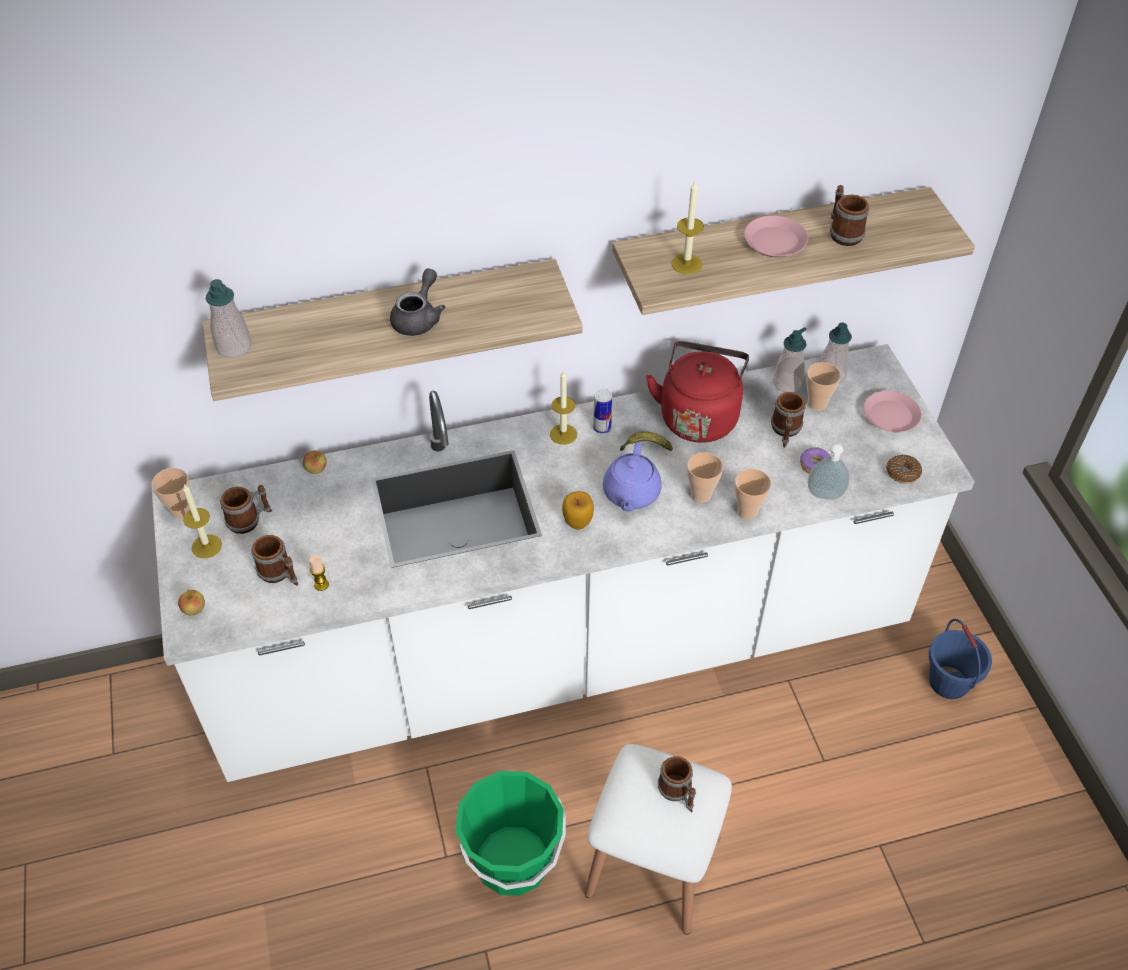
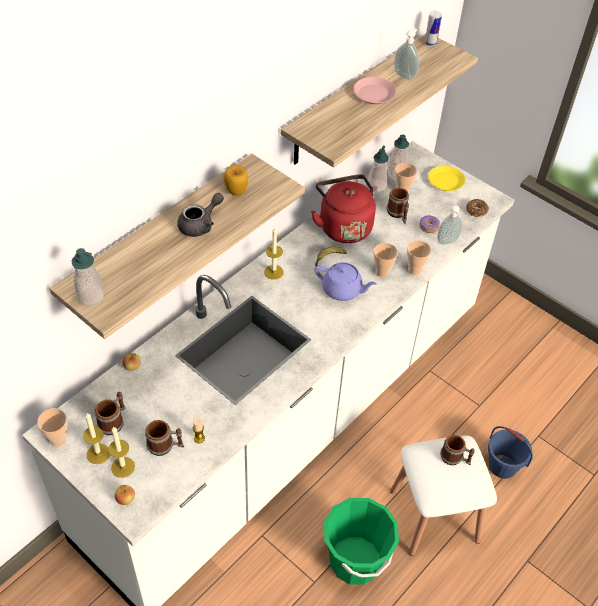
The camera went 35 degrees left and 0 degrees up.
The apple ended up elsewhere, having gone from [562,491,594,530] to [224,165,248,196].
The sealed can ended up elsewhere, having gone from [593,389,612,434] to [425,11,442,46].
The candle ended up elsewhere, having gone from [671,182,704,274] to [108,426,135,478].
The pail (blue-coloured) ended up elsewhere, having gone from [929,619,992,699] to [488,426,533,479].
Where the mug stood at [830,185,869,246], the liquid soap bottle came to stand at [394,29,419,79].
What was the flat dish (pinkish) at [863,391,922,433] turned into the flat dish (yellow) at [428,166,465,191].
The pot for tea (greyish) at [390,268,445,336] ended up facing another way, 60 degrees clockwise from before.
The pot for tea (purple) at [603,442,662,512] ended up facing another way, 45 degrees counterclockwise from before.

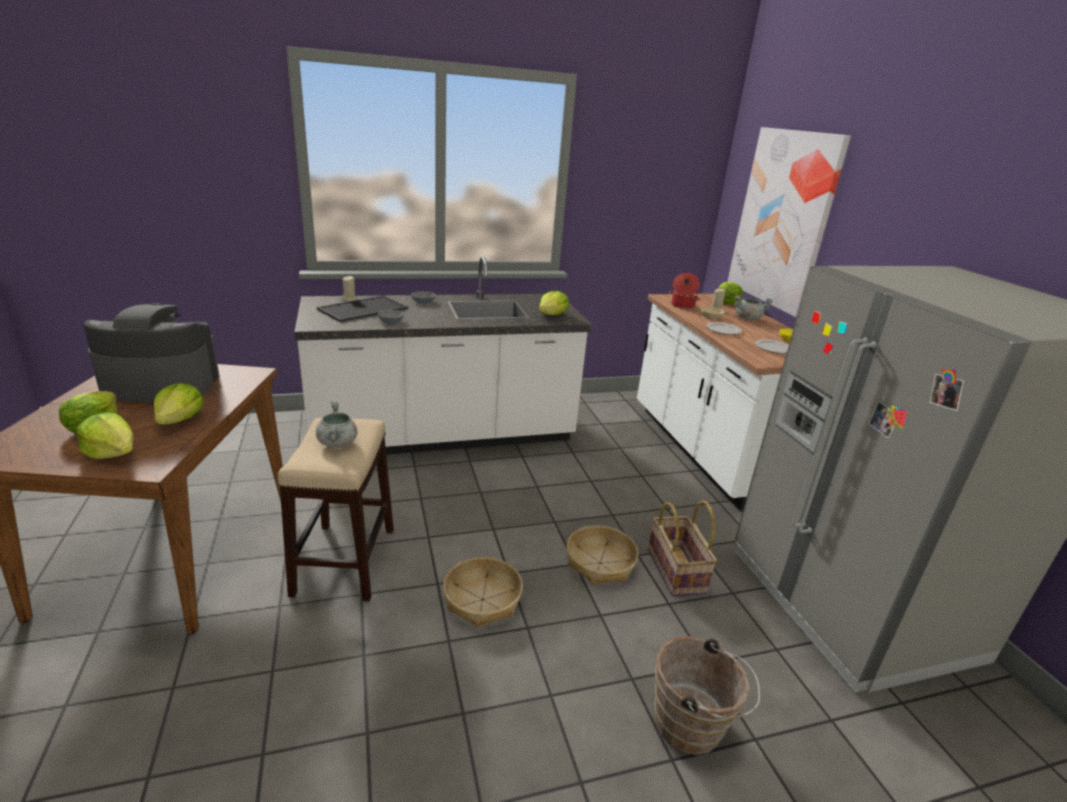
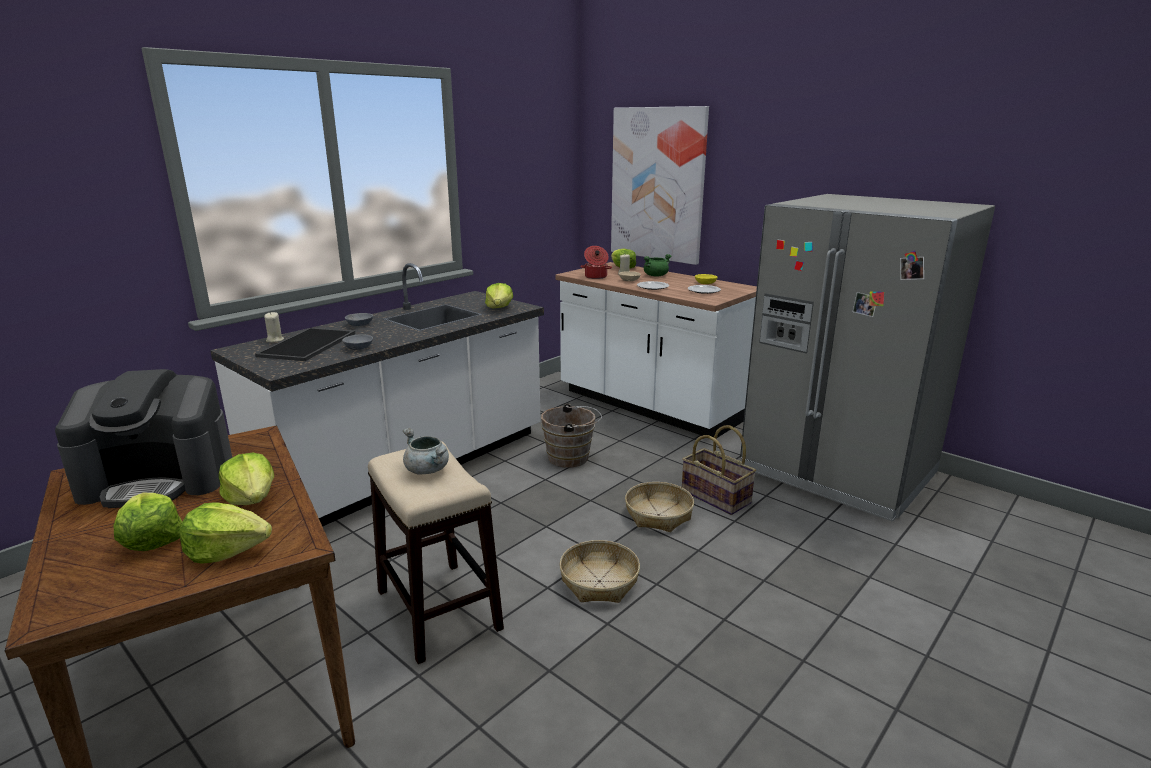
The camera went 30 degrees left and 5 degrees down.
The pail (brown-coloured) ended up elsewhere, having gone from [655,636,760,755] to [541,403,602,468].
What was the stockpot (greyish) at [734,296,773,321] turned into the stockpot (greenish) at [644,254,671,276].
The coffee machine at [84,303,219,403] ended up facing another way, 150 degrees counterclockwise from before.

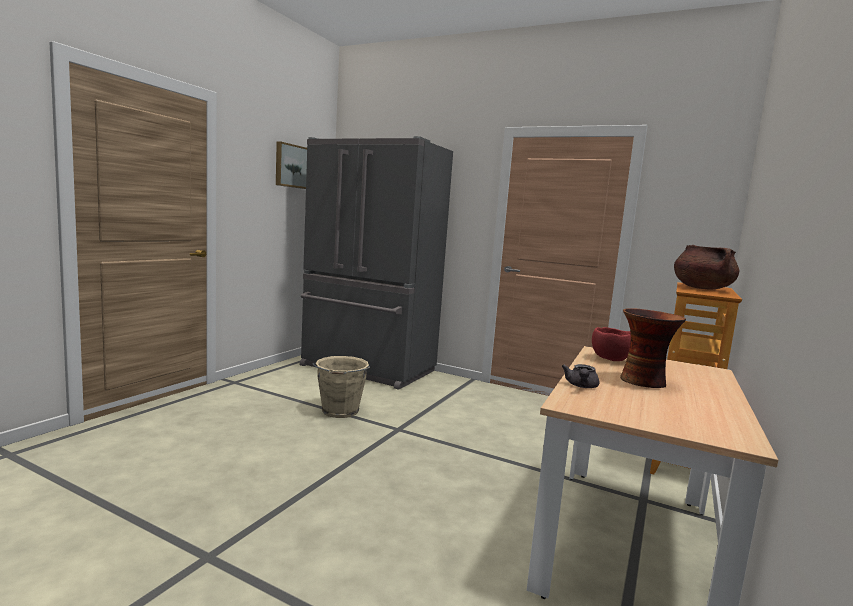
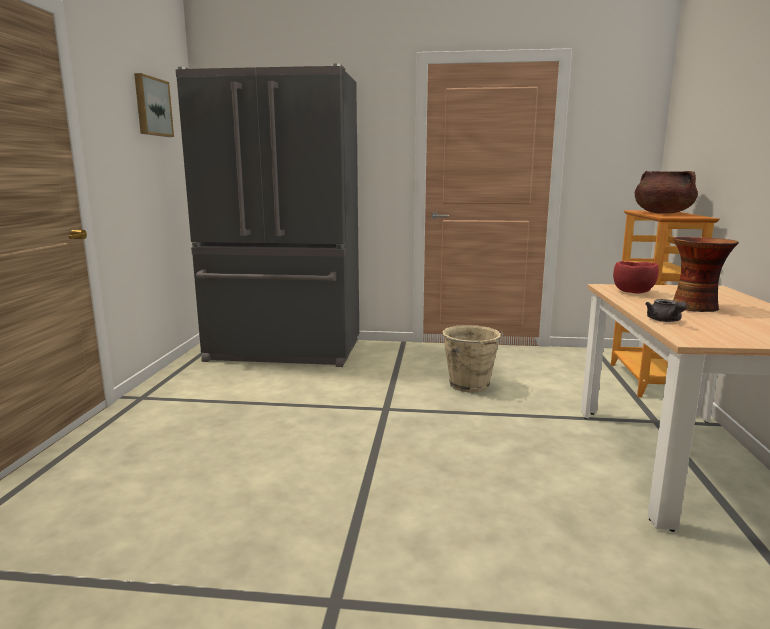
The camera went 20 degrees left and 5 degrees up.
The pail (beige-coloured) ended up elsewhere, having gone from [312,356,370,418] to [442,325,503,392].

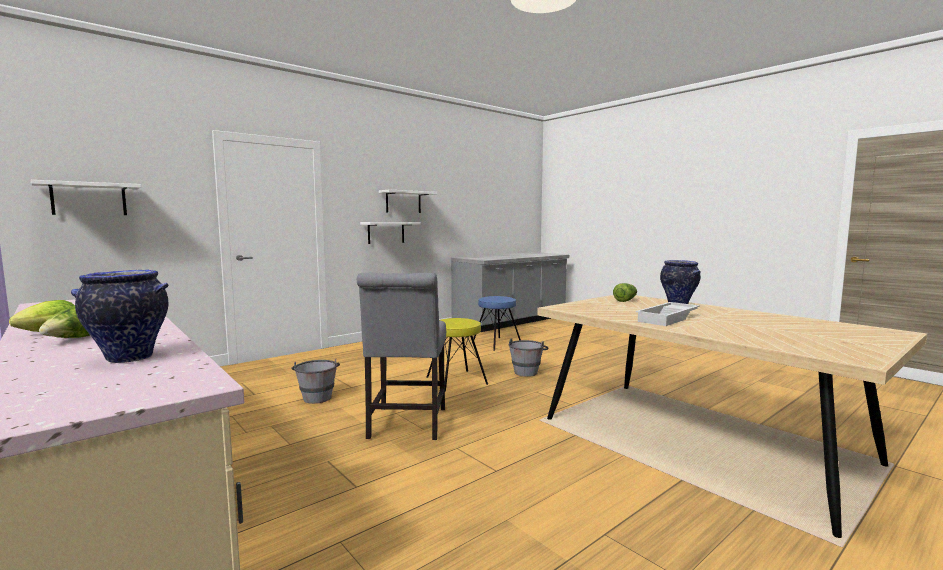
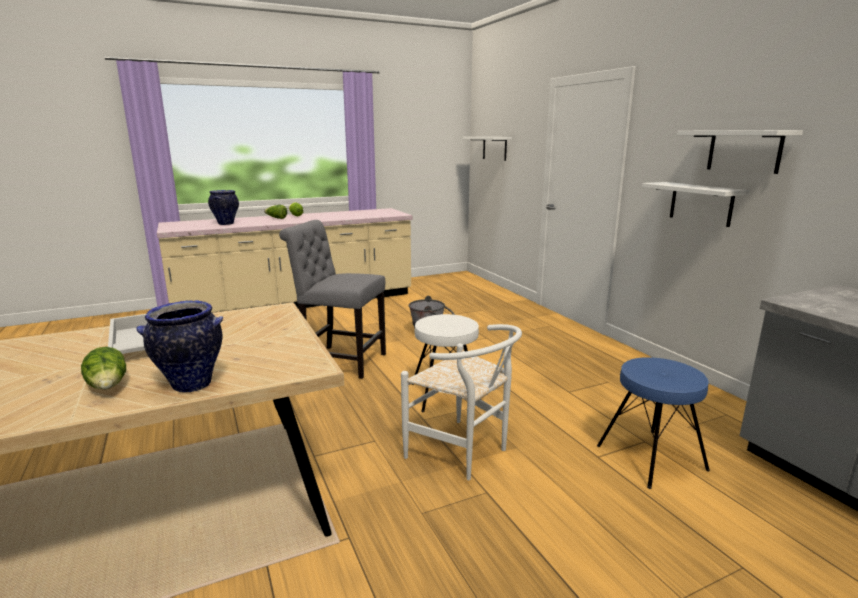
The camera went 105 degrees right and 10 degrees up.
The lettuce ended up elsewhere, having gone from [613,283,637,302] to [81,347,126,390].
Where the pail (greyish) stood at [509,338,549,377], the chair (whitish) came to stand at [401,324,522,480].
What was the stool seat (yellow) at [426,318,488,392] turned into the stool seat (whitish) at [412,314,481,412].

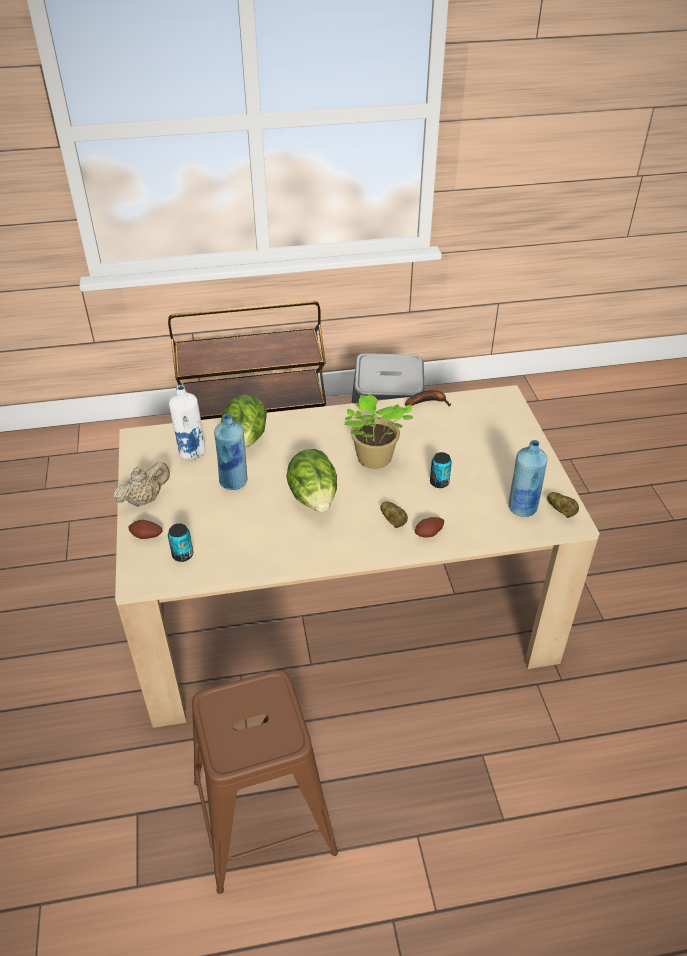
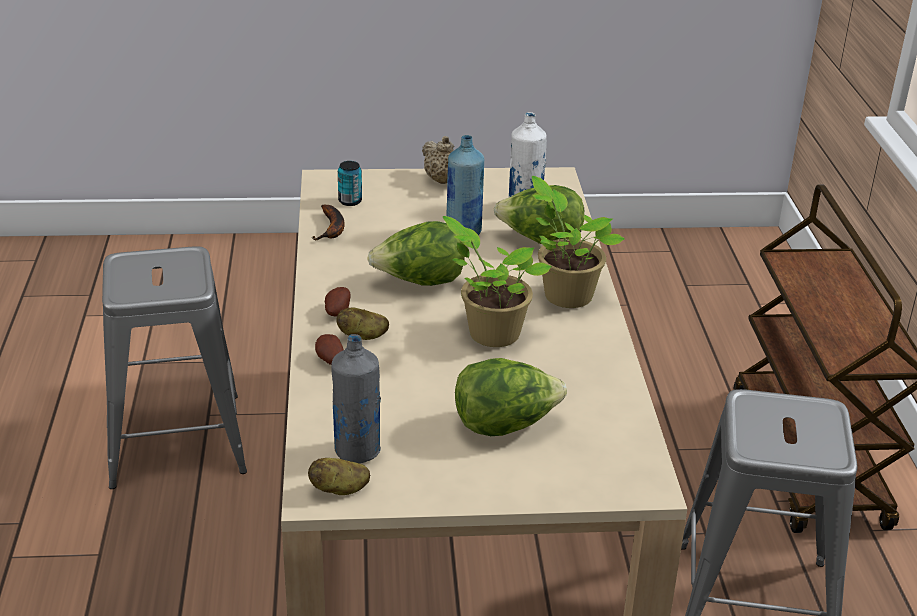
The camera went 95 degrees right and 10 degrees down.
The second view lost the sealed can at [430,452,452,488].
The second view gained the lettuce at [455,358,567,436].
The second view gained the plant in a pot at [532,176,625,308].
The potato ended up elsewhere, having gone from [128,520,163,539] to [325,287,351,316].
The banana ended up elsewhere, having gone from [405,390,451,406] to [312,205,345,240].
What was the stool seat (brown-coloured) at [192,670,338,894] turned into the stool seat (greyish) at [102,246,247,489].
What was the bottle (blue-coloured) at [509,440,548,517] turned into the bottle (greyish) at [331,334,381,463].

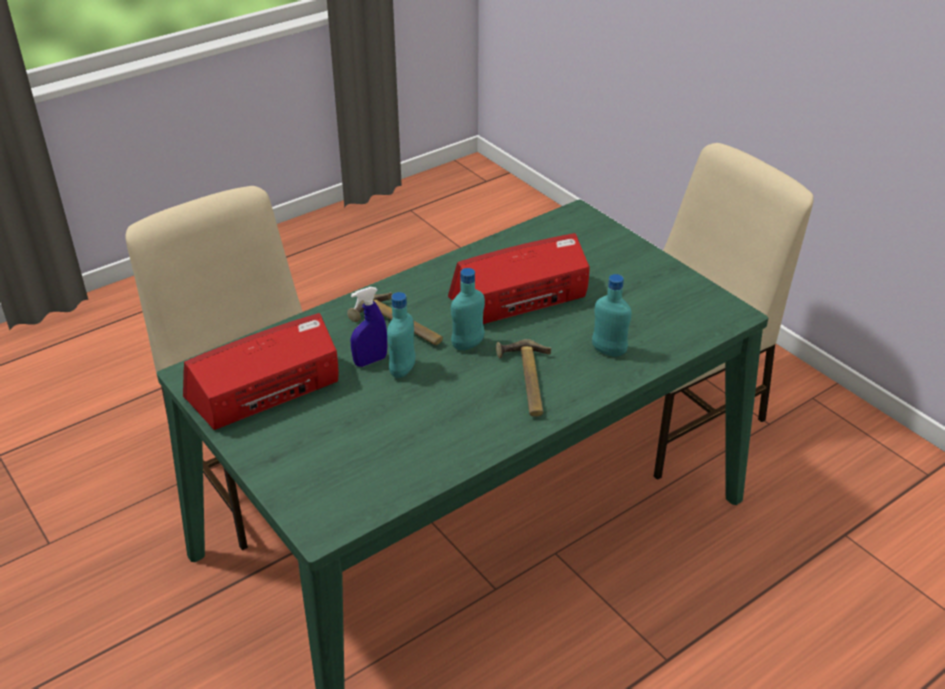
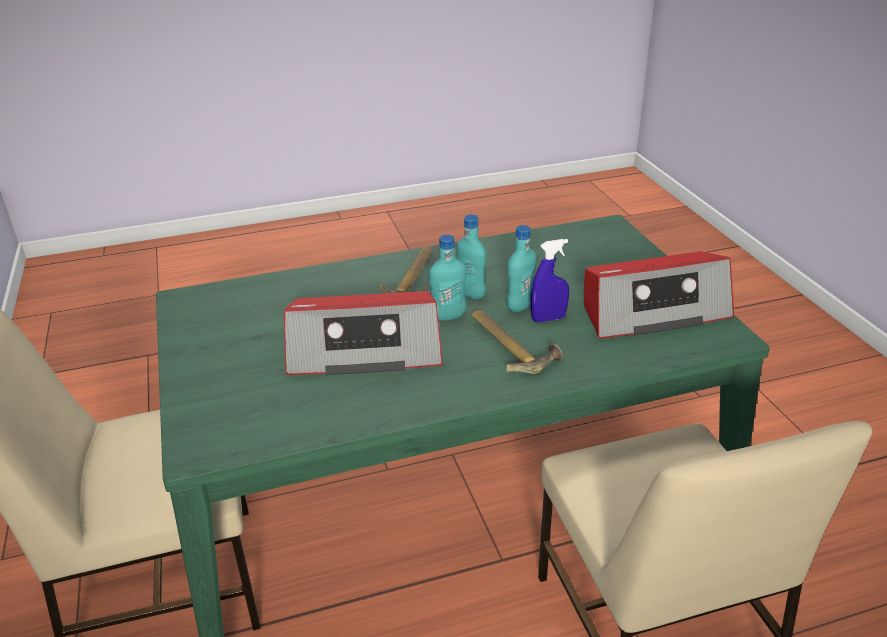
The camera went 160 degrees left and 5 degrees down.
The bottle (turquoise) ended up elsewhere, having gone from [592,274,631,357] to [456,214,486,300].

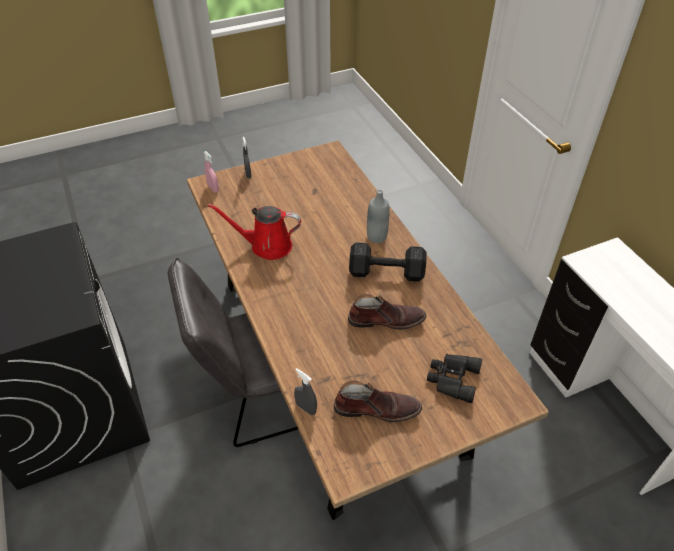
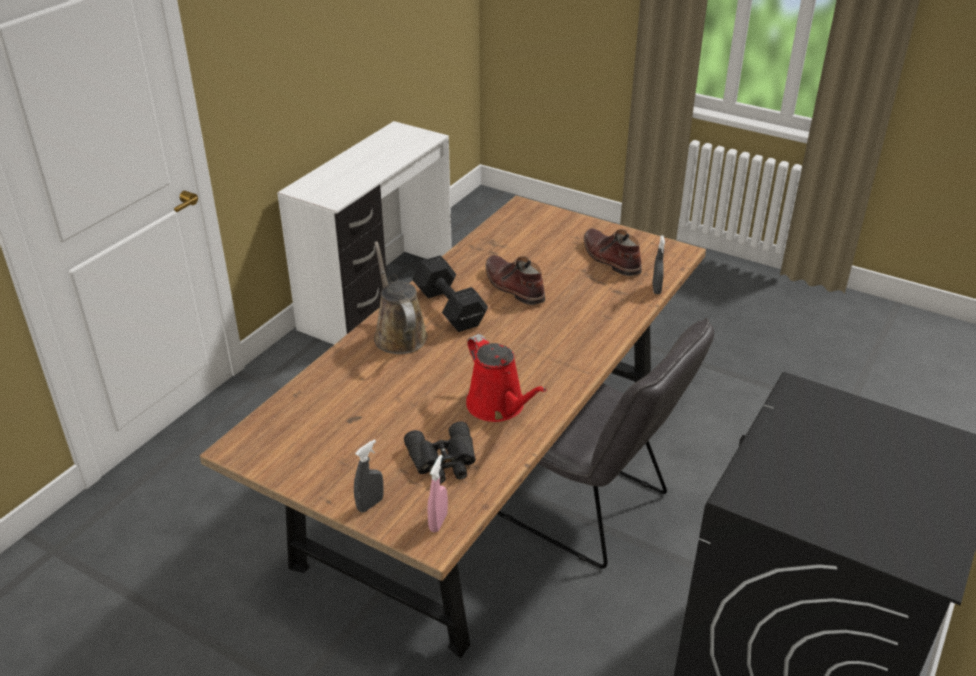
The camera went 125 degrees left and 10 degrees down.
The field glasses (blackish) ended up elsewhere, having gone from [427,354,482,403] to [404,422,476,484].
Where the bottle (greyish) stood at [367,190,390,243], the watering pot (brown-coloured) came to stand at [374,241,428,354].

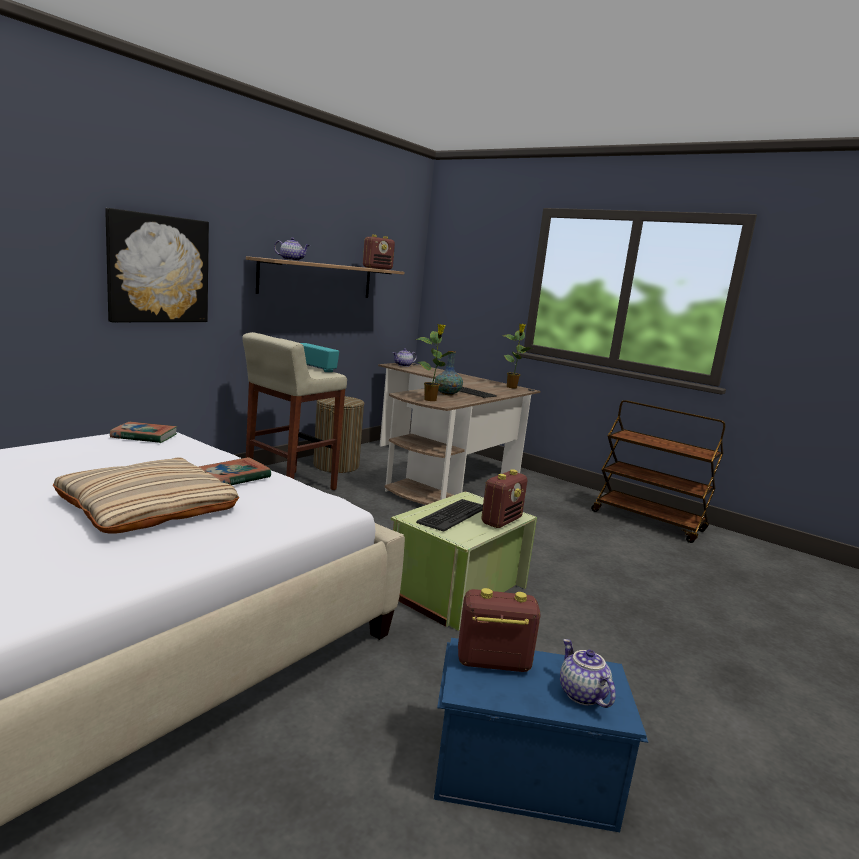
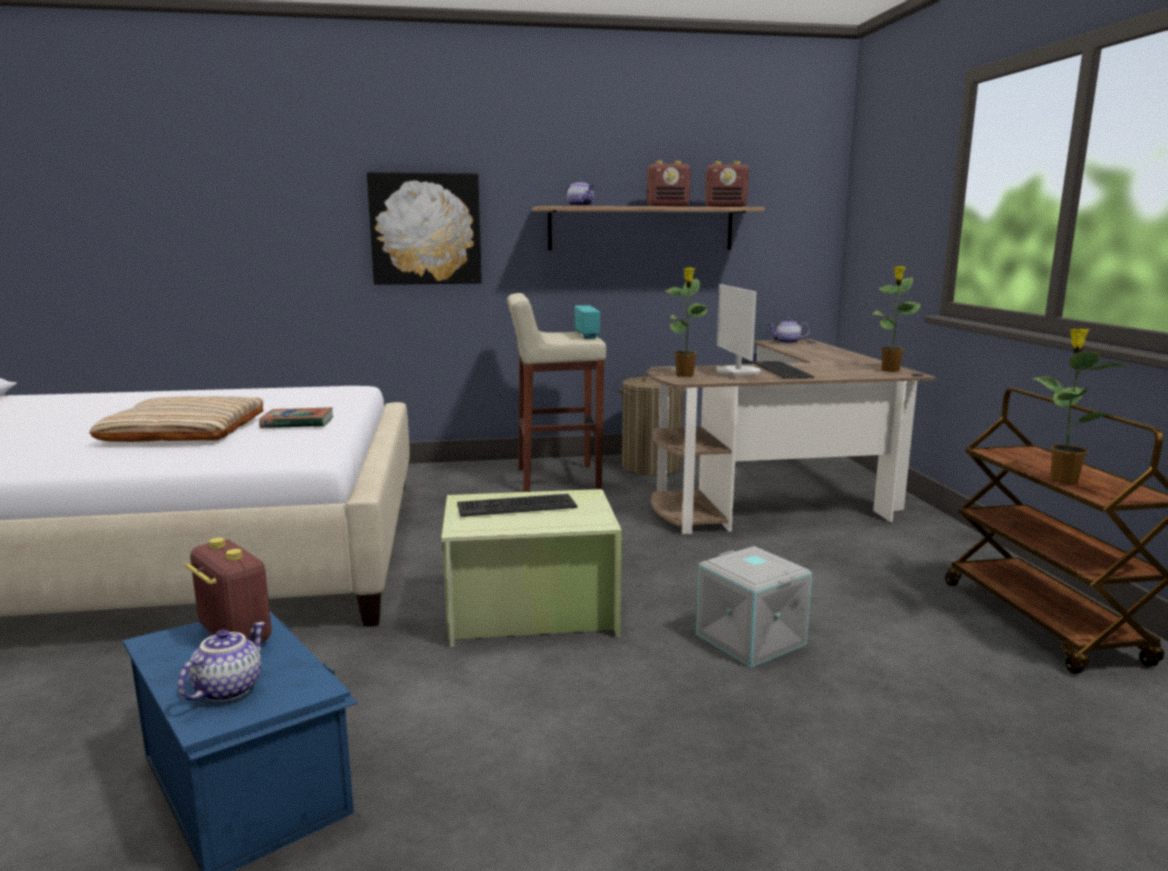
The camera went 45 degrees right and 0 degrees up.
The second view lost the book at [110,422,177,443].
The second view gained the storage container (greyish) at [696,546,812,668].
The second view gained the plant in a pot at [1032,329,1132,484].
The radio ended up elsewhere, having gone from [481,469,527,528] to [647,161,691,207].
Where the decorative vase stood at [435,351,463,395], the computer display came to stand at [716,284,761,375].

